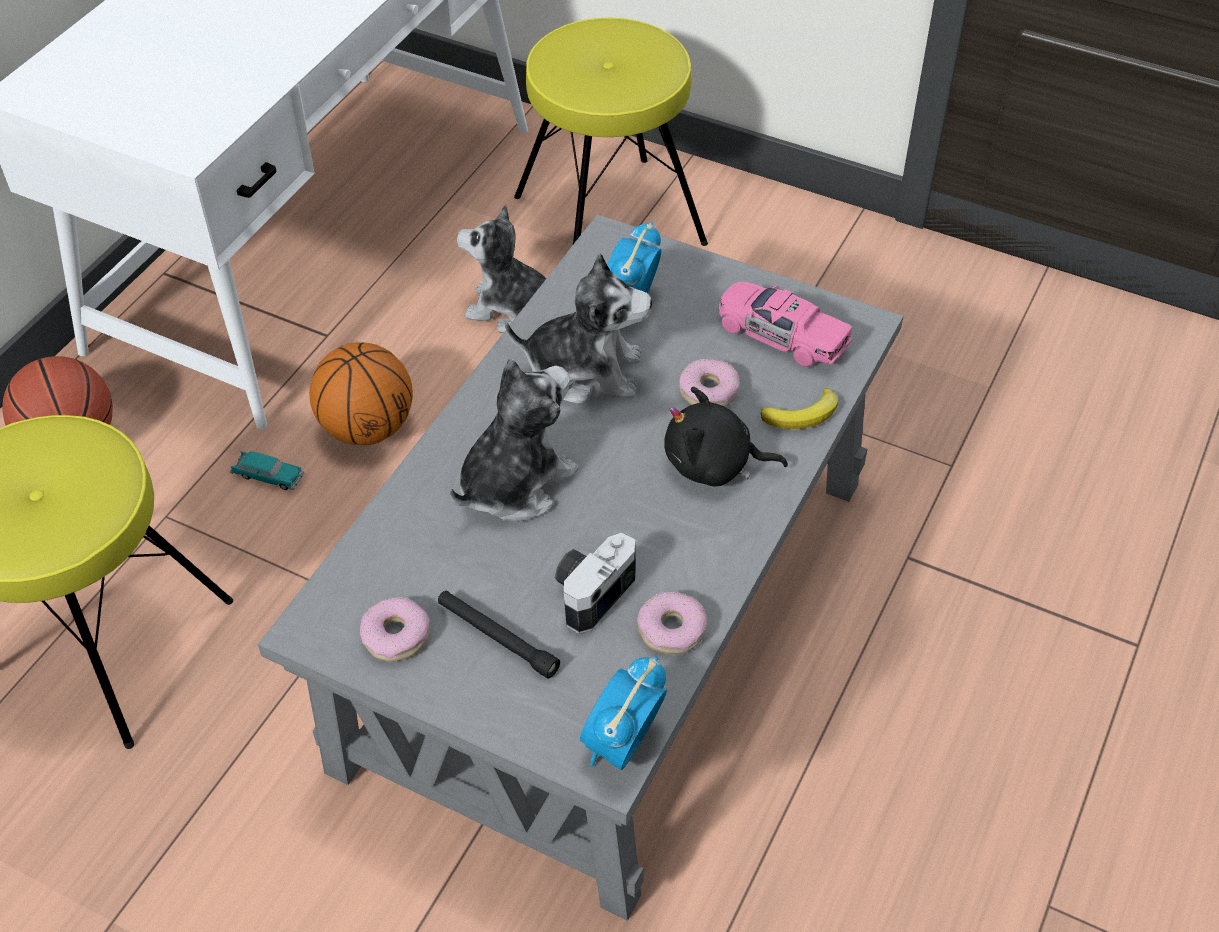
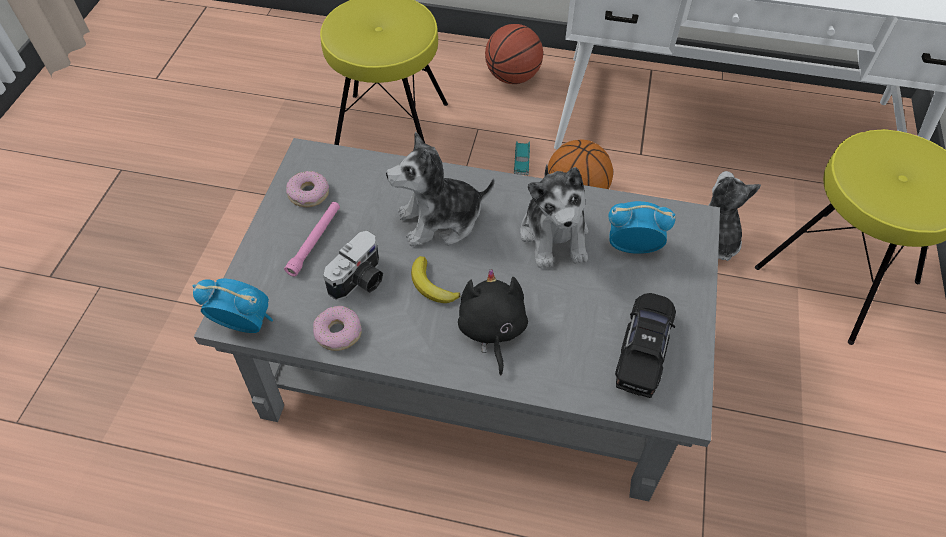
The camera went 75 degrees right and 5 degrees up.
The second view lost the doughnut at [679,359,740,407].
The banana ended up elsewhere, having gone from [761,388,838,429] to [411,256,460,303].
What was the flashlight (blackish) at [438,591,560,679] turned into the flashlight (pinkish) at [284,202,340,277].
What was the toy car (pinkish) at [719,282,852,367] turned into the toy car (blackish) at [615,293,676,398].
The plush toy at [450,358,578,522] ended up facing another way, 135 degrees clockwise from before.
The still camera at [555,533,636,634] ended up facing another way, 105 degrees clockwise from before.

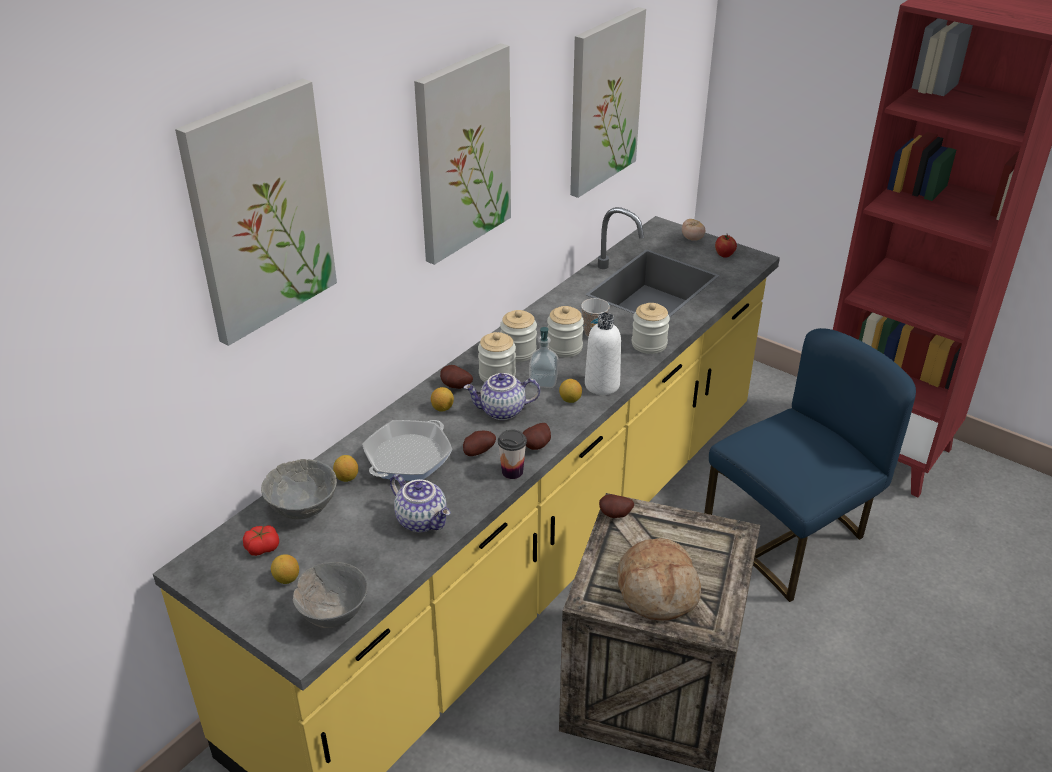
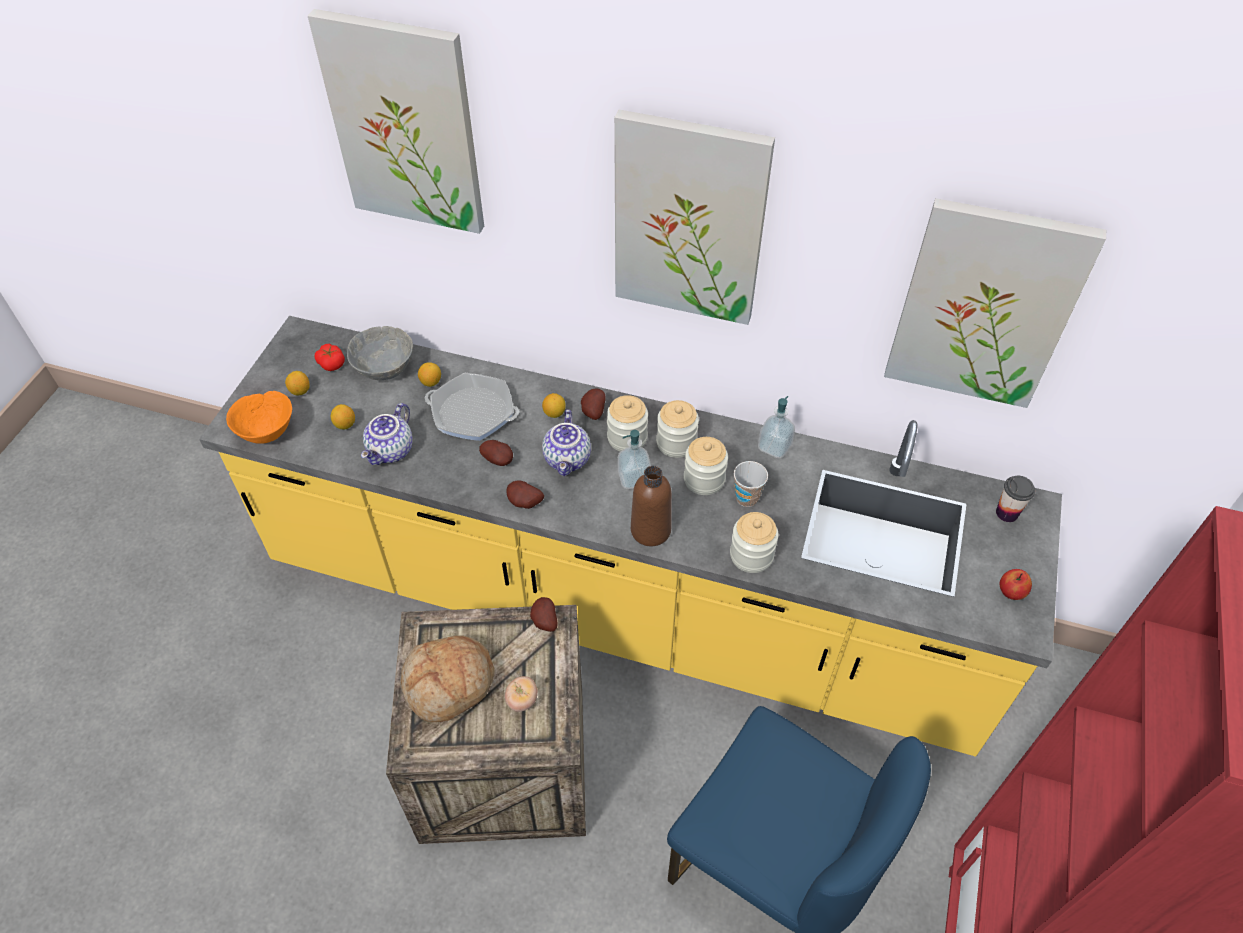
The camera went 70 degrees right and 15 degrees up.
The second view gained the liquid soap bottle at [758,396,795,459].
The cup ended up elsewhere, having gone from [498,430,527,479] to [996,476,1035,522].
The lemon ended up elsewhere, having gone from [559,379,582,403] to [331,404,355,429].
The fresh tomato ended up elsewhere, having gone from [682,219,705,241] to [505,676,538,712].
What was the serving bowl (greyish) at [293,562,368,628] turned into the serving bowl (orange) at [226,391,292,444].
What was the bottle (whitish) at [585,312,621,395] turned into the bottle (brown-coloured) at [631,466,672,546].
The pot for tea at [463,373,540,420] ended up facing another way, 150 degrees counterclockwise from before.

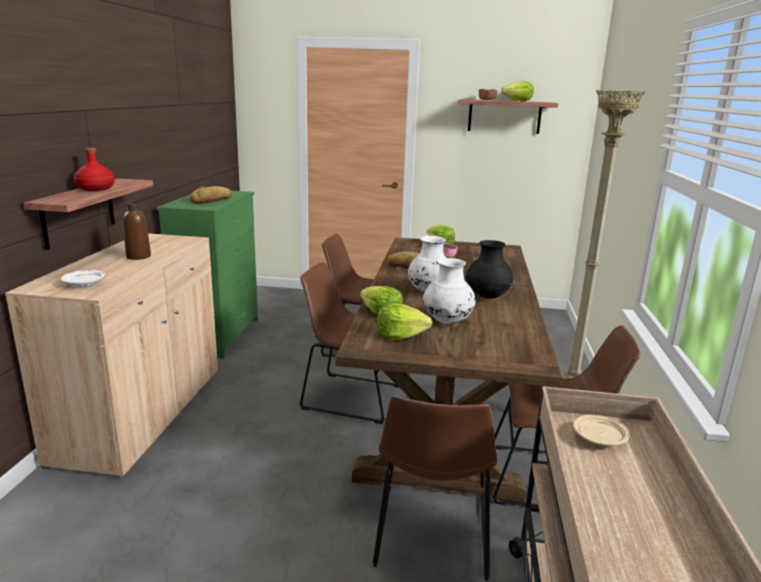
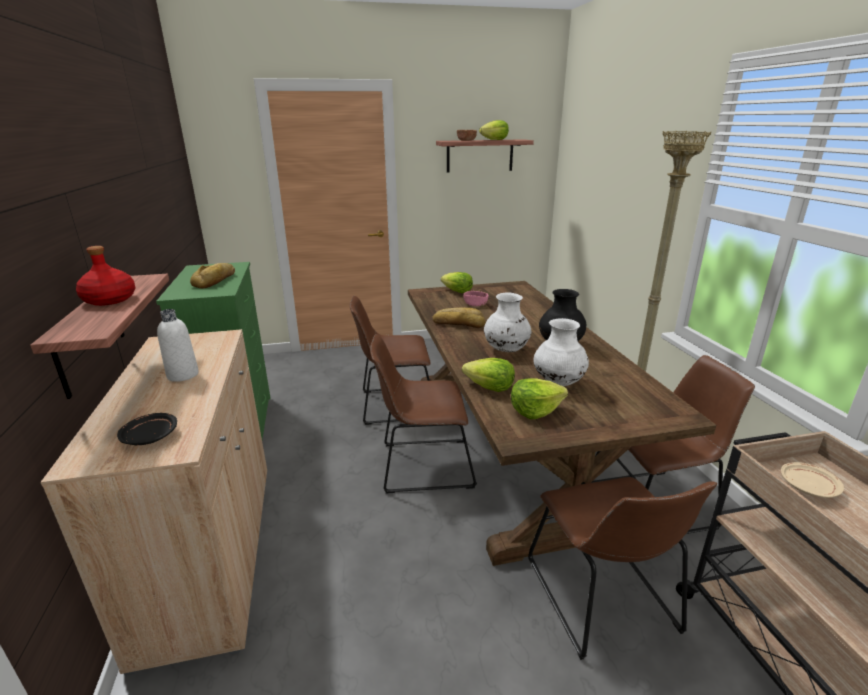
The camera went 20 degrees left and 5 degrees up.
What was the flat dish (whitish) at [61,270,105,286] turned into the flat dish (blackish) at [117,413,177,445].
What was the bottle (brown-coloured) at [123,202,151,260] turned into the bottle (whitish) at [157,309,199,382].

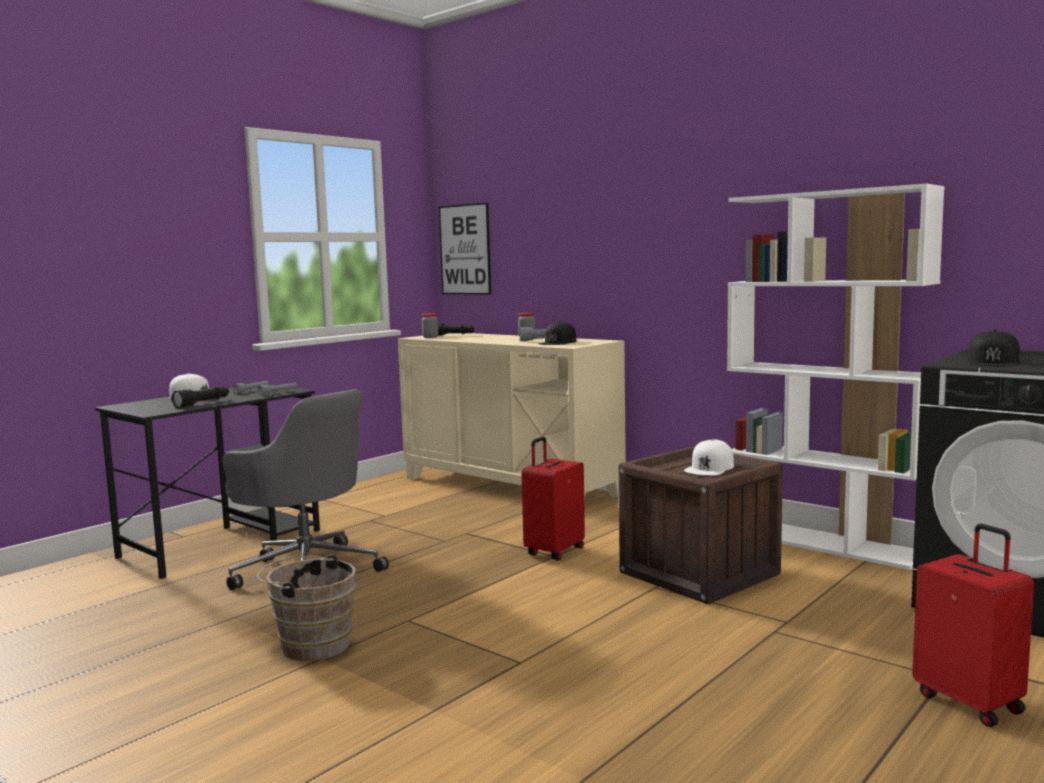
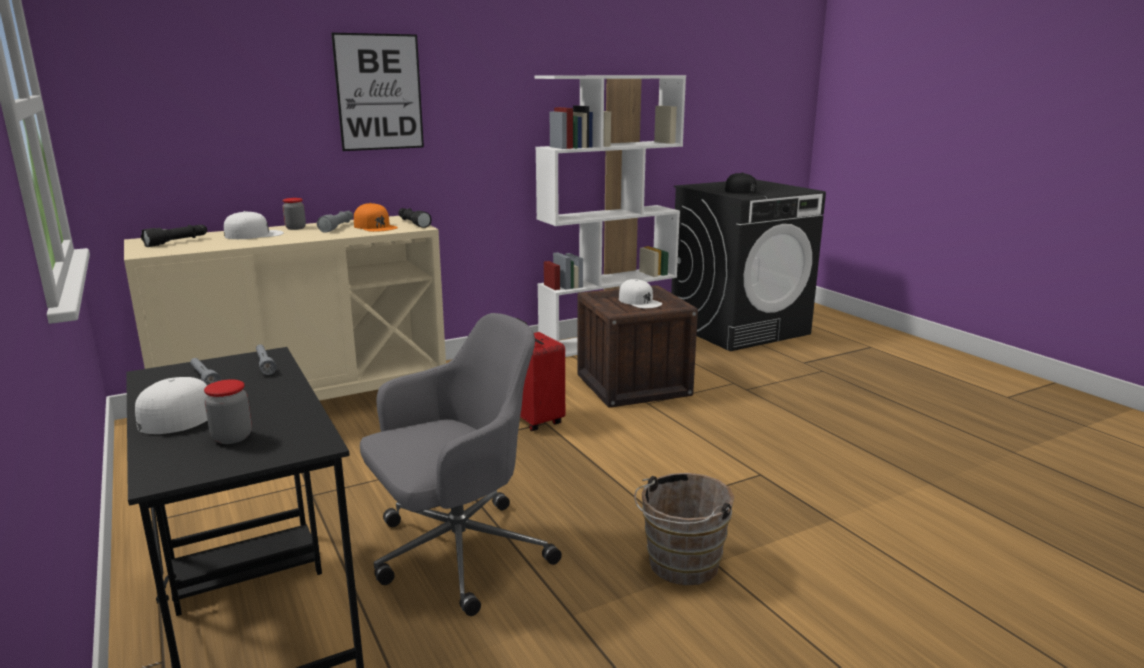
The camera went 70 degrees left and 10 degrees up.
The second view lost the travel case (reddish) at [912,524,1034,727].
The second view gained the cap (whitish) at [224,211,284,239].
The flashlight (blackish) ended up elsewhere, having gone from [171,386,229,408] to [398,208,432,228].
The preserve jar ended up elsewhere, having gone from [422,313,439,338] to [204,379,252,444].
The wall picture ended up elsewhere, having gone from [439,203,491,295] to [331,33,424,151].
What was the cap (blackish) at [538,321,576,345] turned into the cap (orange) at [354,203,398,232].

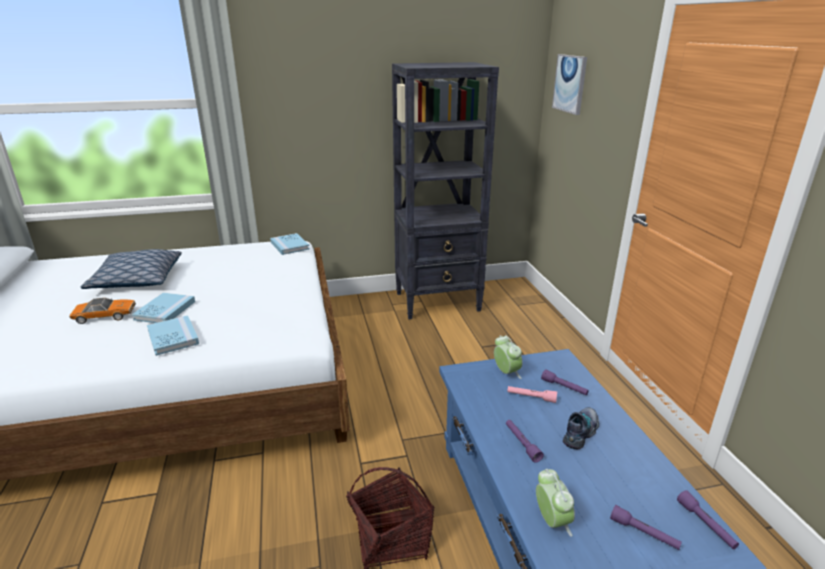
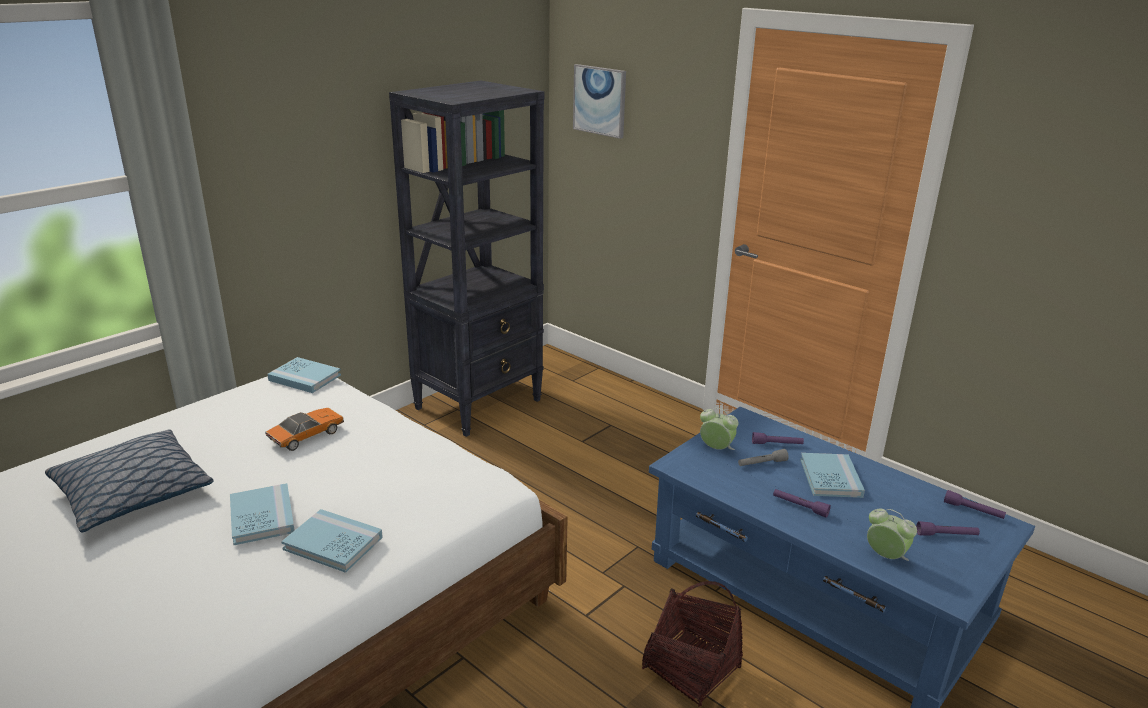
The camera went 35 degrees left and 0 degrees up.
The toy car ended up elsewhere, having gone from [69,298,136,324] to [265,407,344,451].
Where the shoe stood at [563,407,599,449], the book (blue-coloured) came to stand at [800,453,865,498].
What was the flashlight (pinkish) at [507,386,557,403] turned into the flashlight (greyish) at [738,449,789,466].

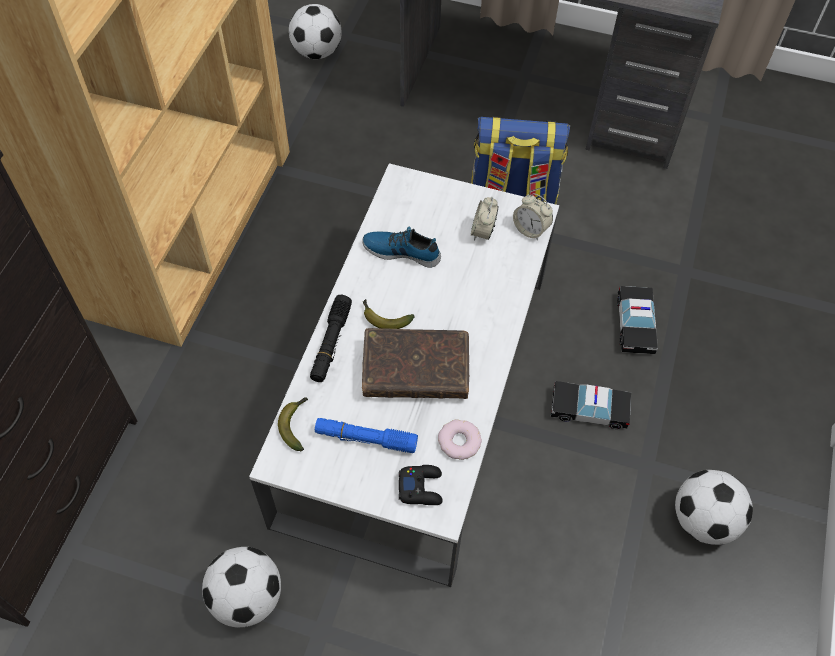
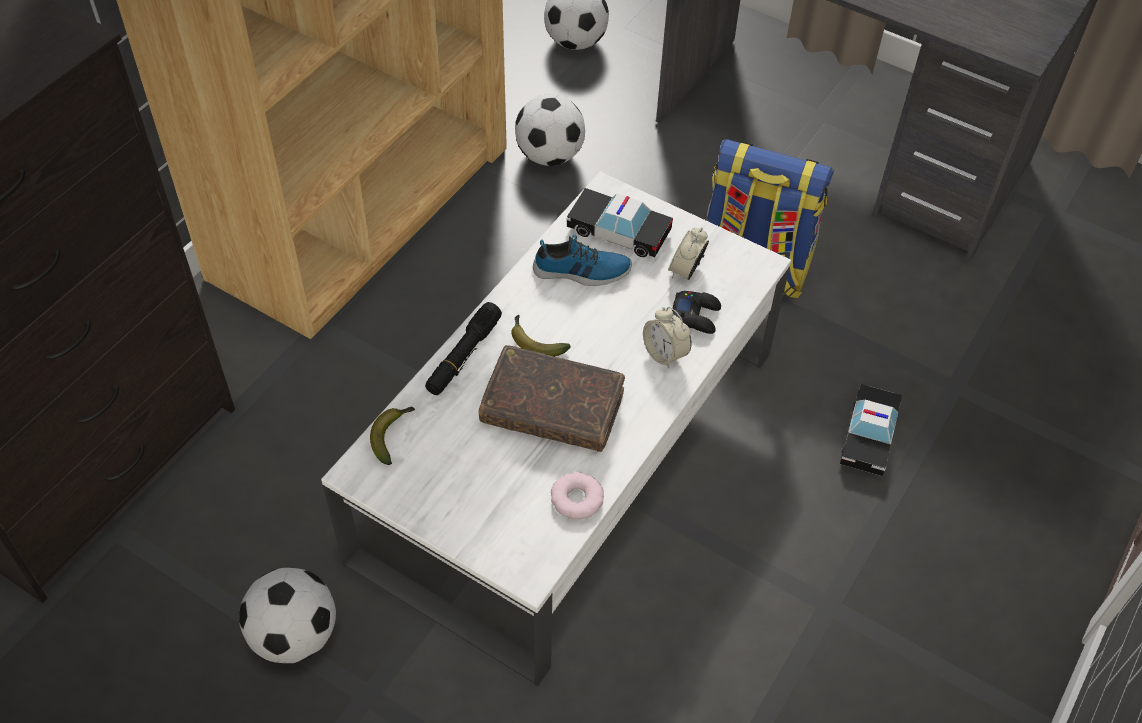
The camera went 15 degrees right and 5 degrees down.
The second view lost the flashlight (blue-coloured) at [315,418,418,453].
The gamepad (blackish) ended up elsewhere, having gone from [399,465,443,505] to [672,291,721,334].
The bedside clock ended up elsewhere, having gone from [513,193,553,240] to [643,307,692,369].
The toy car ended up elsewhere, having gone from [551,381,631,429] to [567,188,673,257].
The football ended up elsewhere, having gone from [675,470,753,545] to [515,94,585,166].
The shoe at [362,227,441,268] ended up facing another way, 150 degrees clockwise from before.

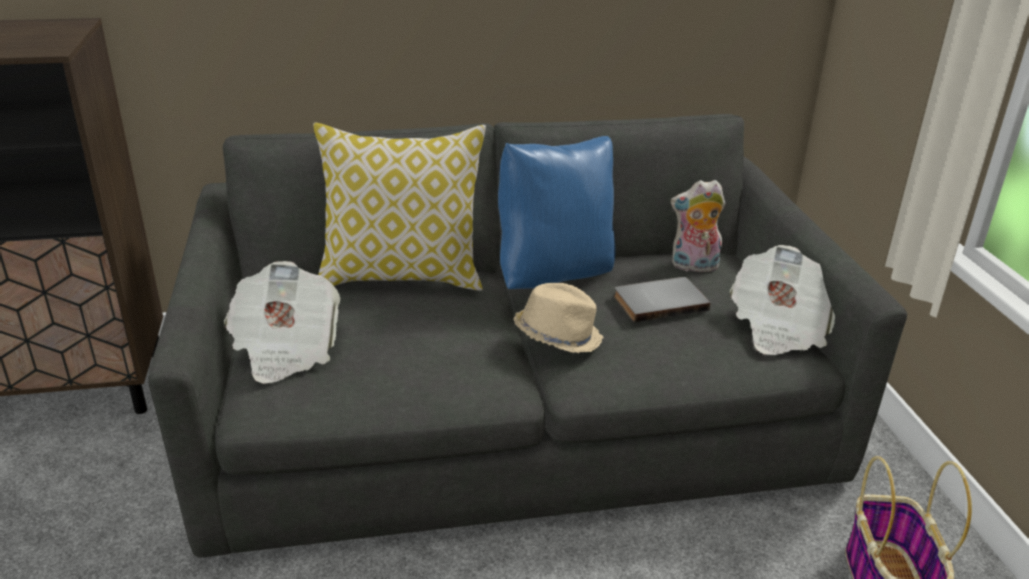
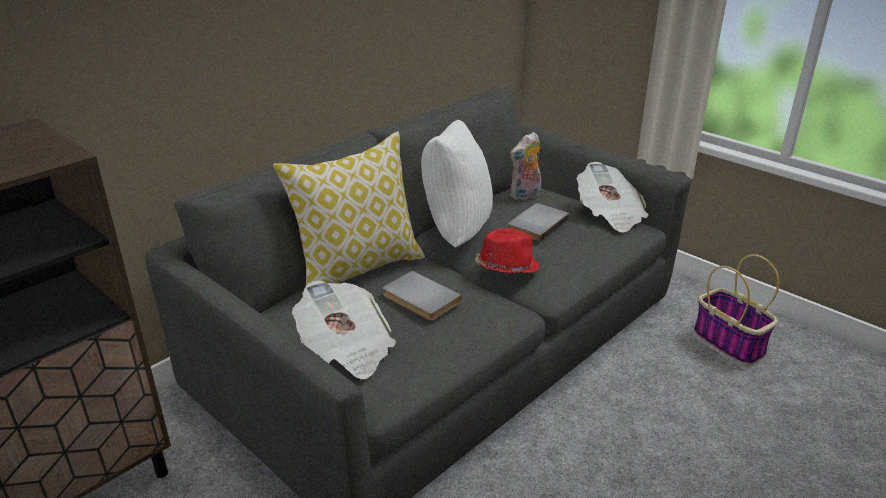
The camera went 35 degrees left and 0 degrees up.
The second view gained the book (greyish) at [383,271,462,321].
What was the pillow (blue-coloured) at [498,136,615,289] turned into the pillow (whitish) at [421,120,493,247].
What was the hat (beige-coloured) at [514,283,603,353] turned into the hat (reddish) at [475,228,540,273].

